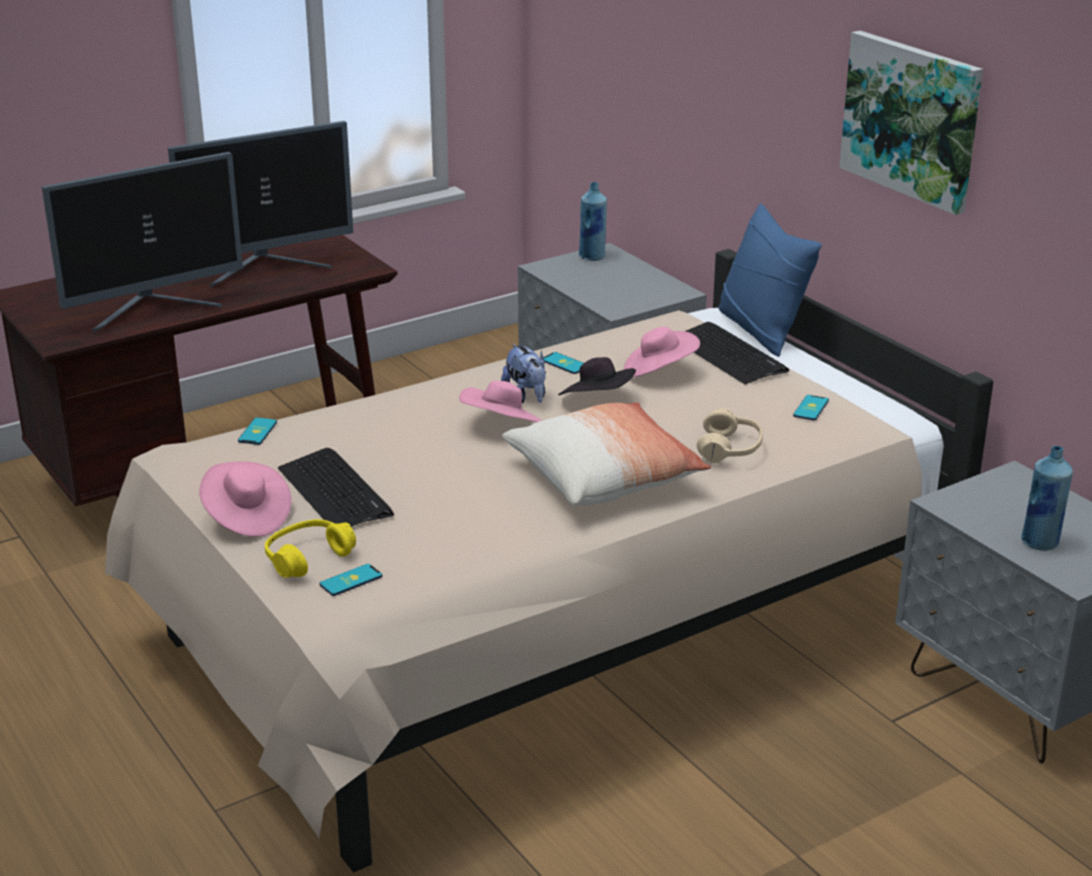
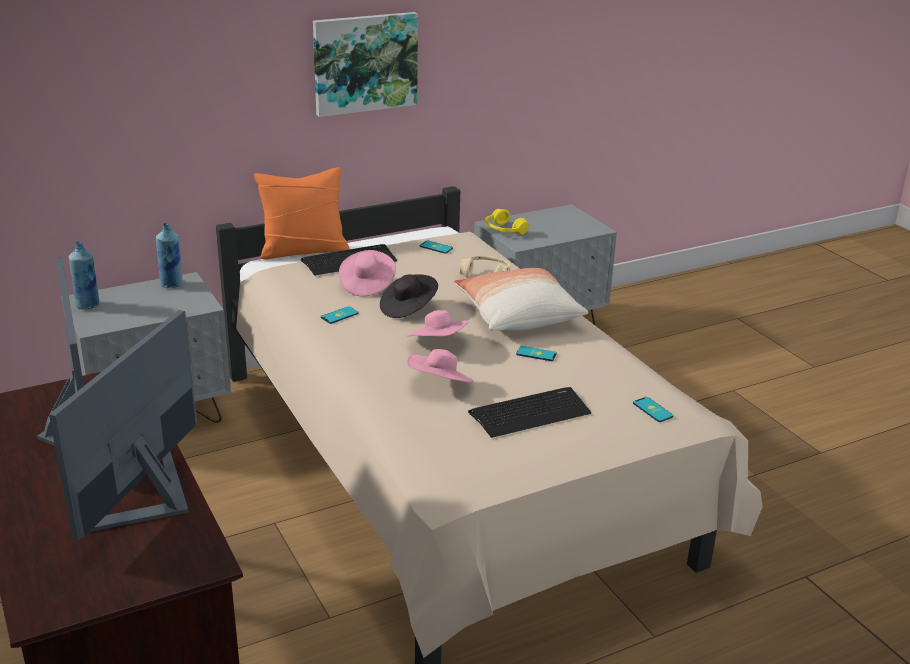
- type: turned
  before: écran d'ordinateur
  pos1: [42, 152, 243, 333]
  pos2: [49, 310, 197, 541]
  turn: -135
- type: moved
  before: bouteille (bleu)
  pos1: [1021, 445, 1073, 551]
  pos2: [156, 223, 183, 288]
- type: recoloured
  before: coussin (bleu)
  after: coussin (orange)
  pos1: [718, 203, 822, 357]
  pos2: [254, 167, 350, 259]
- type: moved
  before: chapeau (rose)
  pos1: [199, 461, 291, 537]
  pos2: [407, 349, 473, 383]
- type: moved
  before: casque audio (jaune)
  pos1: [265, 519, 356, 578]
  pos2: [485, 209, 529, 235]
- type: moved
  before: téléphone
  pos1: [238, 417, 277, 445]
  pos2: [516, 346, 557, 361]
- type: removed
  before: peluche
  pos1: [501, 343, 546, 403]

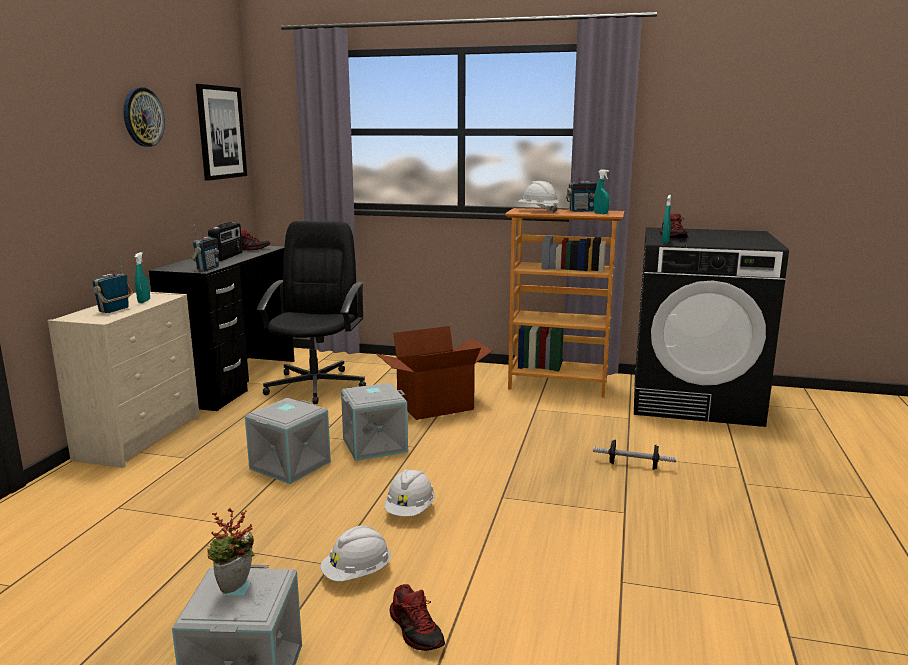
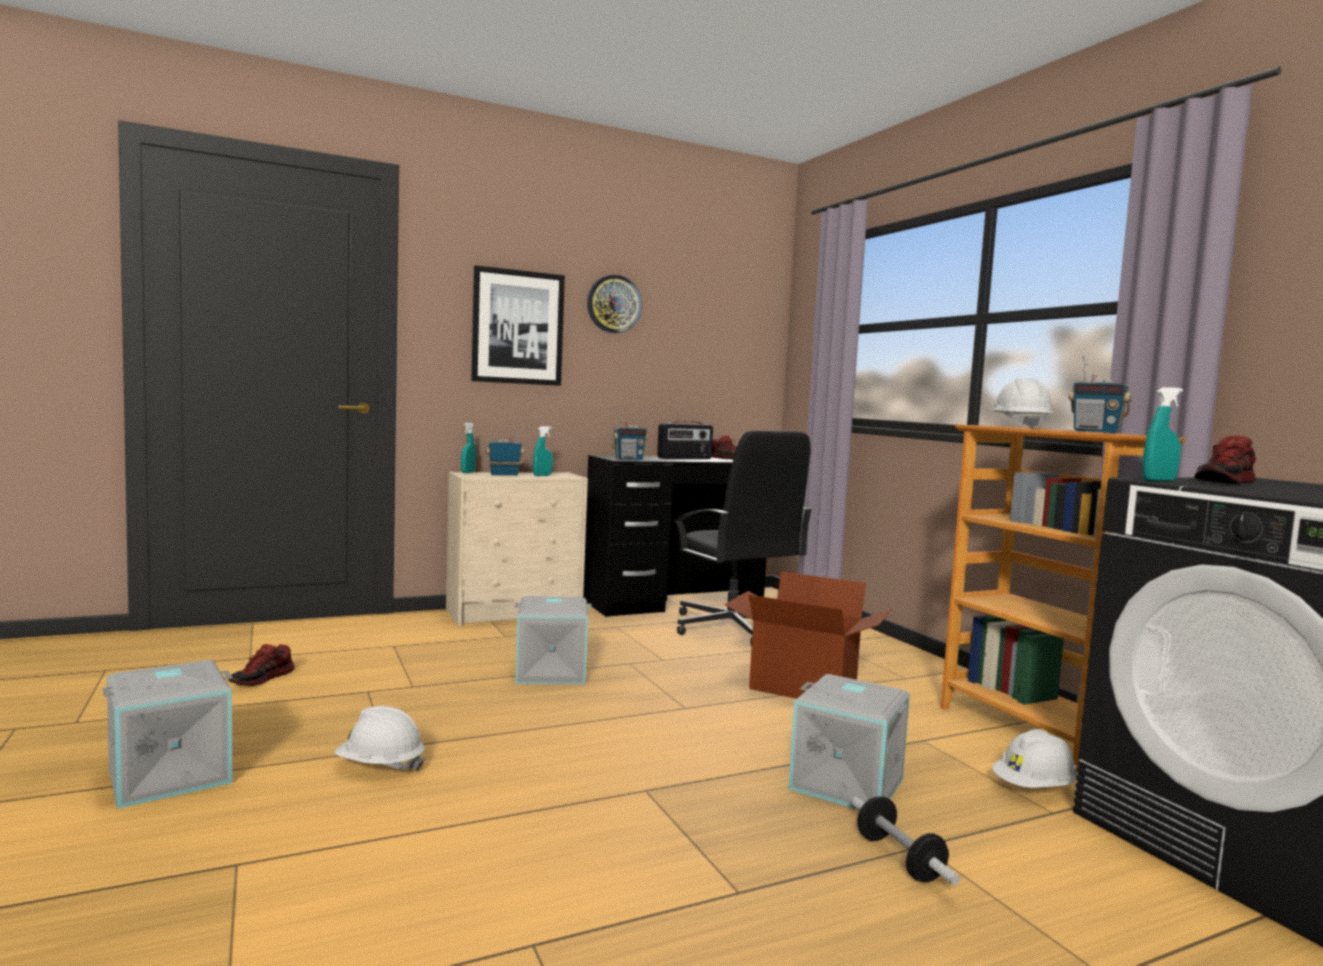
- type: moved
  before: chaussure
  pos1: [389, 584, 445, 651]
  pos2: [228, 644, 295, 686]
- type: moved
  before: vaporisateur (turquoise)
  pos1: [594, 170, 609, 214]
  pos2: [461, 423, 476, 473]
- type: moved
  before: tableau
  pos1: [196, 84, 247, 181]
  pos2: [471, 265, 565, 386]
- type: turned
  before: chaise de bureau (noir)
  pos1: [257, 221, 366, 404]
  pos2: [673, 431, 813, 646]
  turn: 90
- type: moved
  before: boîte de rangement (gris)
  pos1: [341, 383, 408, 461]
  pos2: [788, 674, 910, 809]
- type: moved
  before: casque de chantier (blanc)
  pos1: [384, 469, 435, 517]
  pos2: [992, 729, 1078, 788]
- type: removed
  before: plante en pot
  pos1: [207, 508, 255, 594]

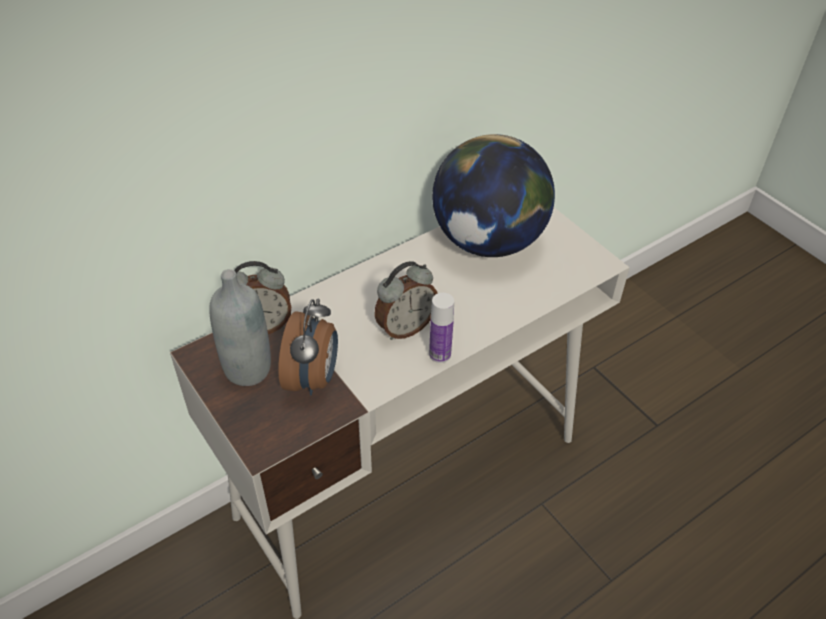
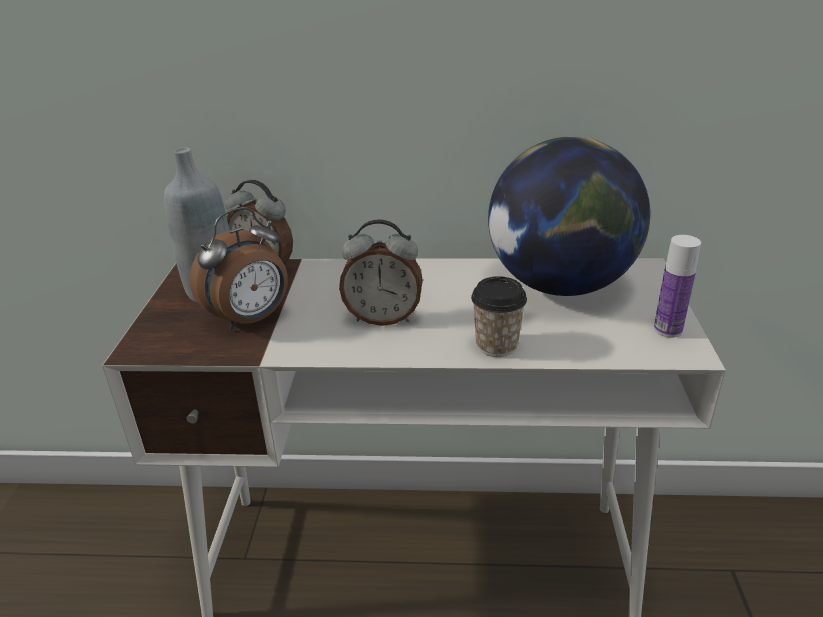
- type: added
  after: tasse
  pos2: [471, 276, 527, 357]
- type: moved
  before: bouteille
  pos1: [429, 292, 454, 363]
  pos2: [654, 235, 701, 338]

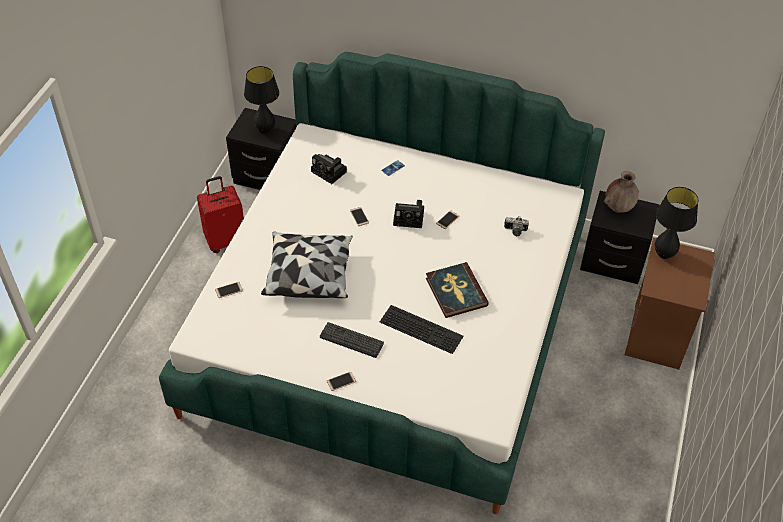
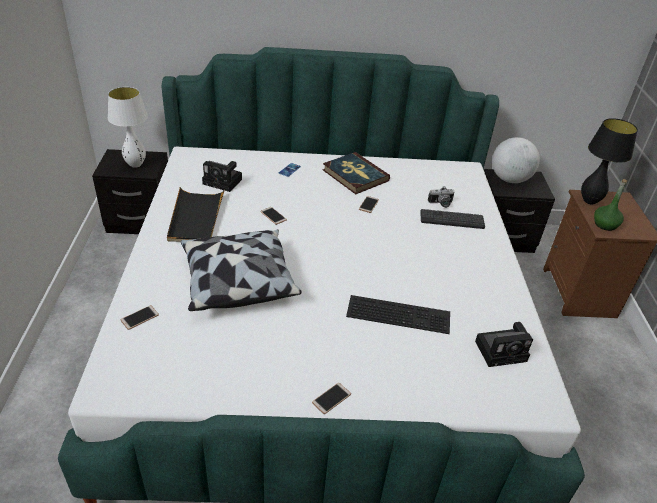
- type: recoloured
  before: lampe de table (noir)
  after: lampe de table (blanc)
  pos1: [244, 66, 279, 134]
  pos2: [108, 87, 148, 168]
- type: added
  after: plateau (noir)
  pos2: [167, 187, 225, 242]
- type: moved
  before: livre
  pos1: [426, 262, 489, 318]
  pos2: [323, 152, 390, 194]
- type: moved
  before: clavier
  pos1: [320, 322, 384, 358]
  pos2: [420, 209, 485, 229]
- type: moved
  before: appareil photo
  pos1: [393, 200, 424, 228]
  pos2: [475, 322, 533, 367]
- type: replaced
  before: vase (marron)
  after: globe
  pos1: [604, 171, 639, 213]
  pos2: [492, 137, 540, 183]
- type: added
  after: bouteille (vert)
  pos2: [594, 179, 627, 231]
- type: removed
  before: valise (rouge)
  pos1: [197, 176, 244, 253]

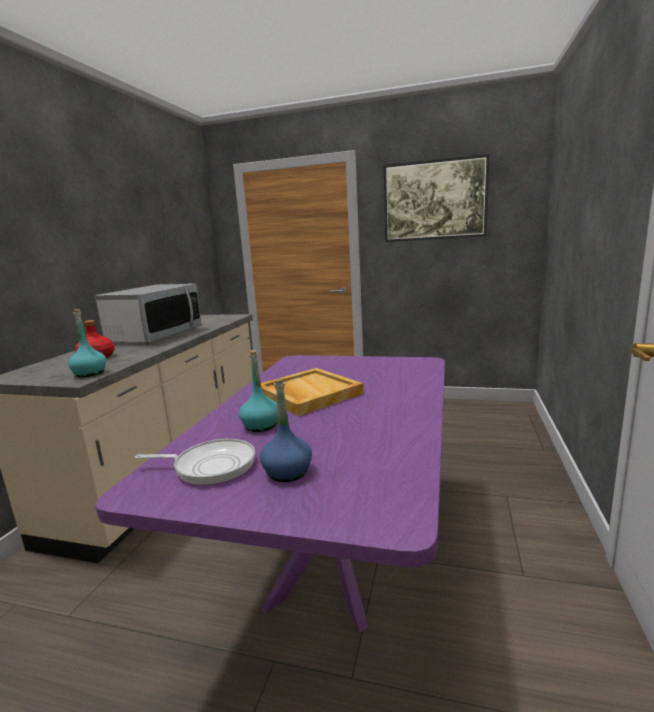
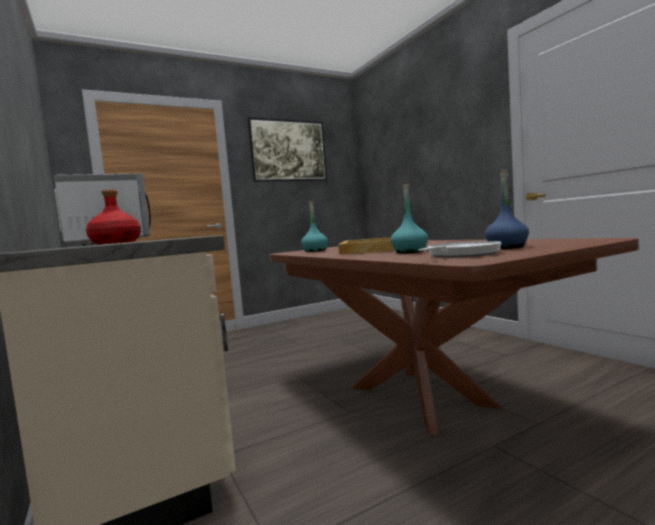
- type: recoloured
  before: table à manger (violet)
  after: table à manger (marron)
  pos1: [95, 355, 445, 633]
  pos2: [269, 238, 639, 436]
- type: moved
  before: bouteille (turquoise)
  pos1: [68, 309, 106, 377]
  pos2: [301, 200, 328, 252]

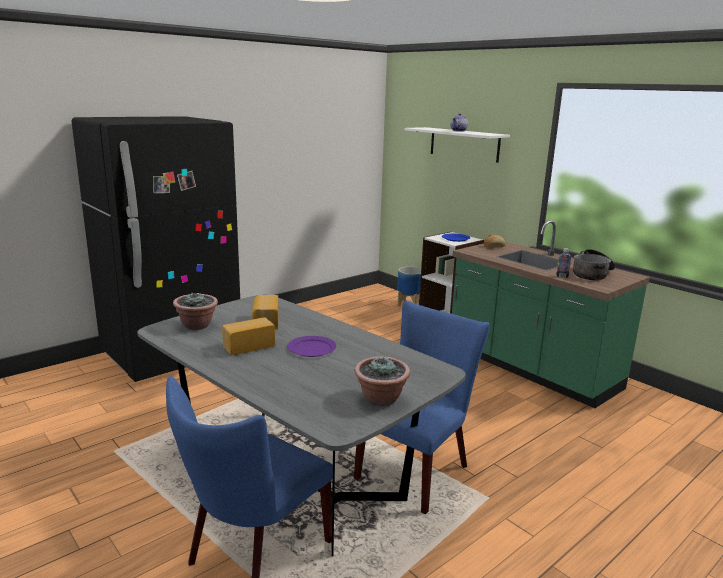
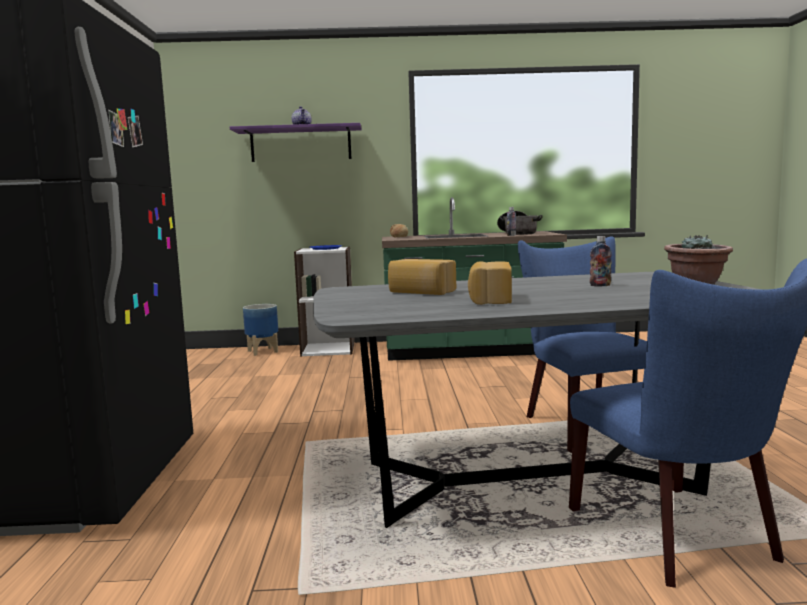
- type: recoloured
  before: étagère (blanc)
  after: étagère (violet)
  pos1: [405, 127, 510, 163]
  pos2: [230, 123, 362, 162]
- type: added
  after: bouteille
  pos2: [590, 236, 612, 286]
- type: removed
  before: plante en pot
  pos1: [173, 293, 218, 330]
- type: removed
  before: assiette (violet)
  pos1: [287, 336, 336, 357]

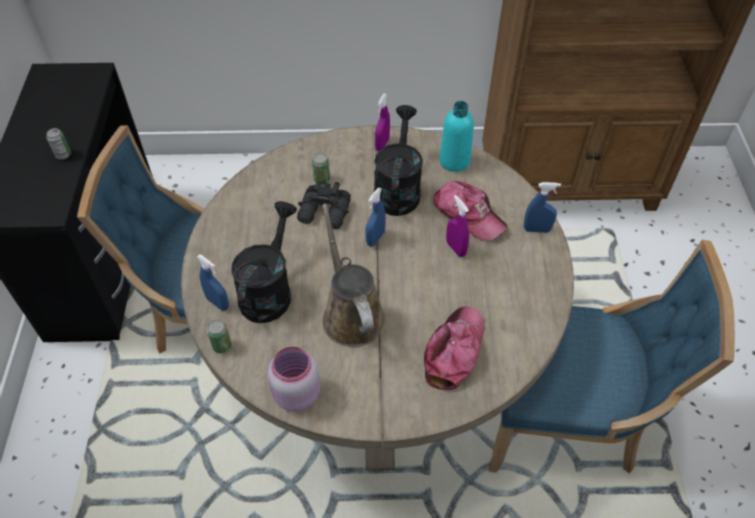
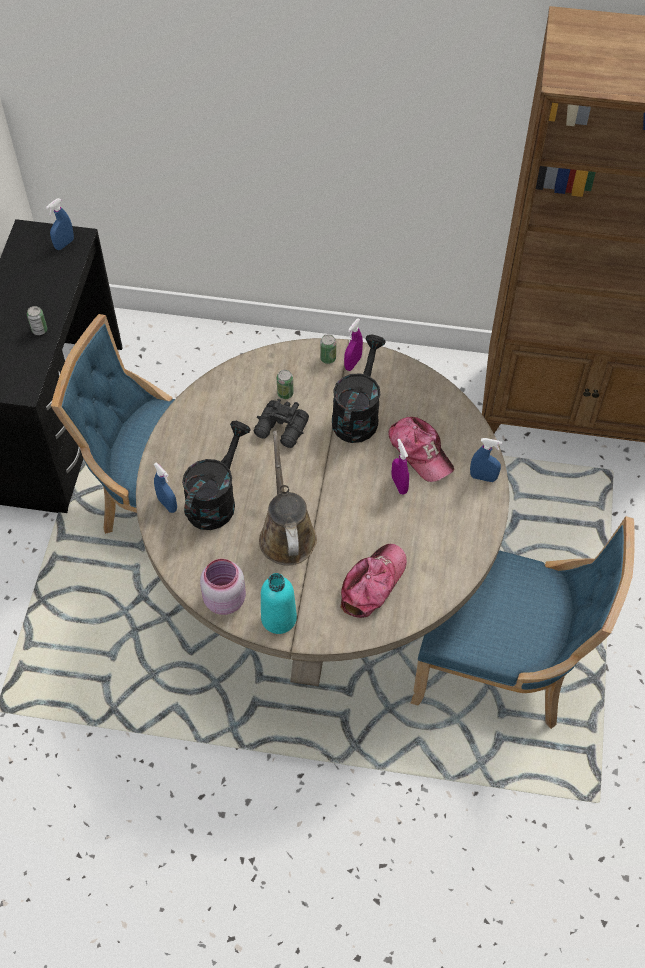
- type: moved
  before: vaporisateur (bleu)
  pos1: [365, 188, 386, 247]
  pos2: [46, 198, 74, 250]
- type: moved
  before: bouteille (turquoise)
  pos1: [439, 101, 474, 172]
  pos2: [261, 573, 297, 634]
- type: moved
  before: boîte métallique
  pos1: [207, 320, 232, 354]
  pos2: [320, 334, 336, 364]

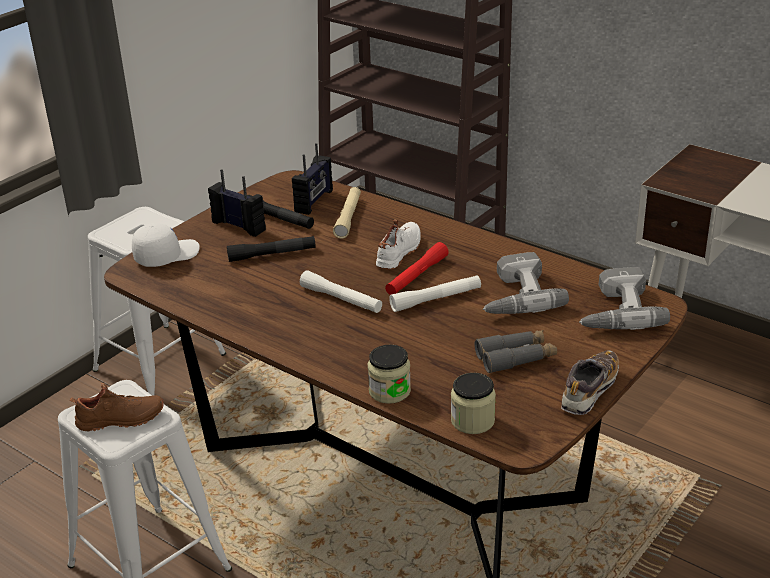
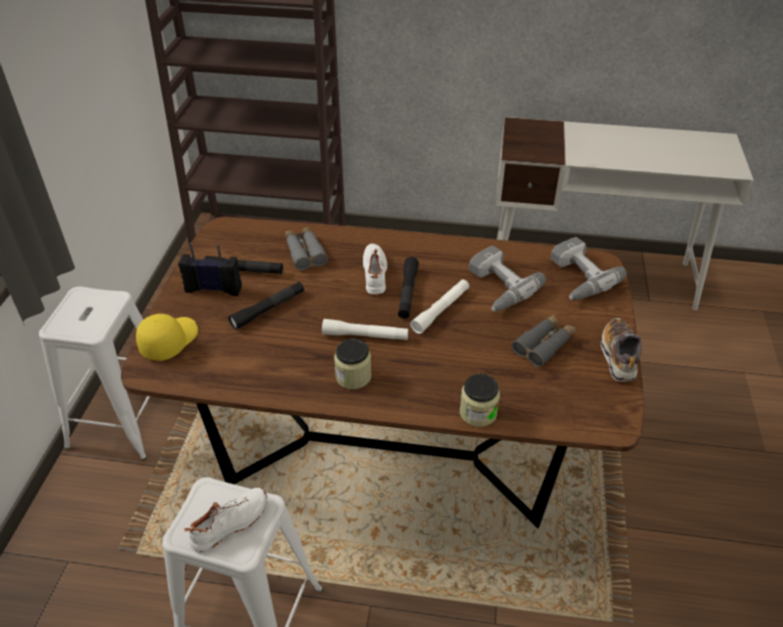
- type: recoloured
  before: casquette (blanc)
  after: casquette (jaune)
  pos1: [132, 223, 200, 267]
  pos2: [136, 314, 198, 361]
- type: recoloured
  before: chaussure (marron)
  after: chaussure (blanc)
  pos1: [70, 383, 164, 431]
  pos2: [185, 488, 267, 552]
- type: replaced
  before: lampe de poche (beige)
  after: jumelles (gris)
  pos1: [333, 187, 361, 239]
  pos2: [285, 226, 328, 270]
- type: moved
  before: bocal
  pos1: [451, 373, 496, 434]
  pos2: [334, 339, 371, 389]
- type: recoloured
  before: lampe de poche (rouge)
  after: lampe de poche (noir)
  pos1: [385, 242, 449, 295]
  pos2: [398, 257, 419, 319]
- type: removed
  before: radio
  pos1: [292, 143, 333, 215]

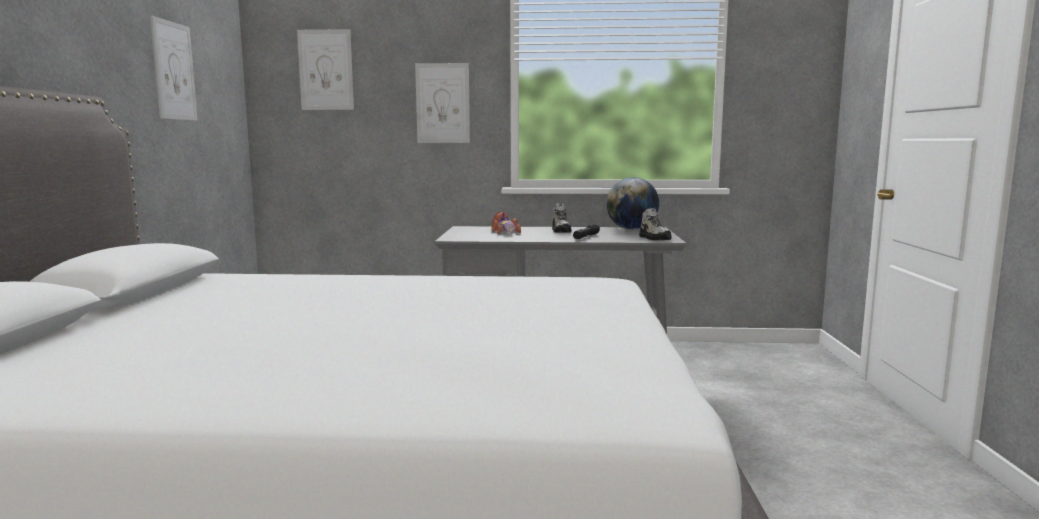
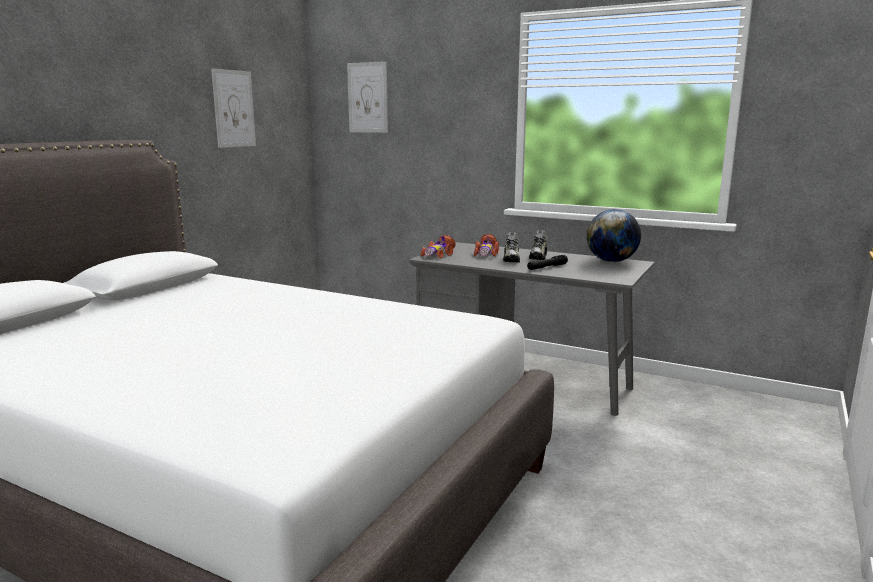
- type: added
  after: petite voiture
  pos2: [421, 235, 456, 258]
- type: moved
  before: chaussure
  pos1: [639, 208, 671, 240]
  pos2: [503, 232, 520, 263]
- type: removed
  before: tableau
  pos1: [415, 63, 470, 143]

